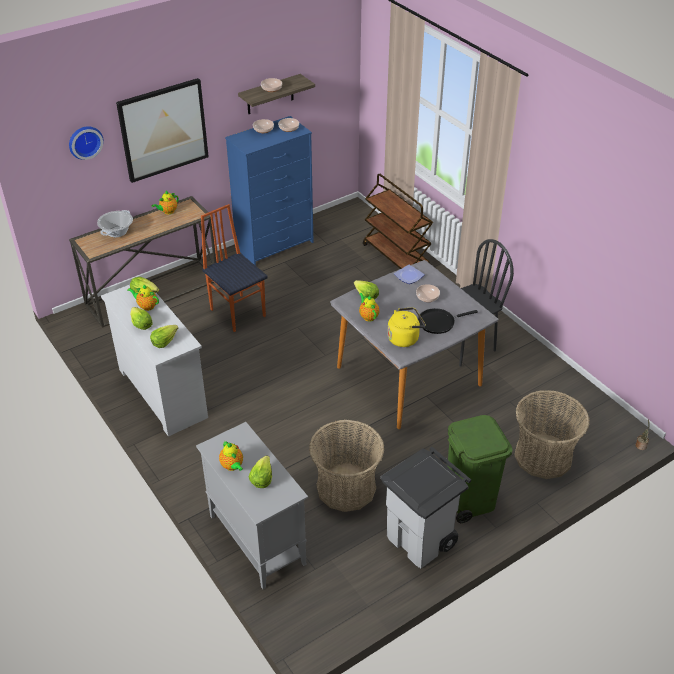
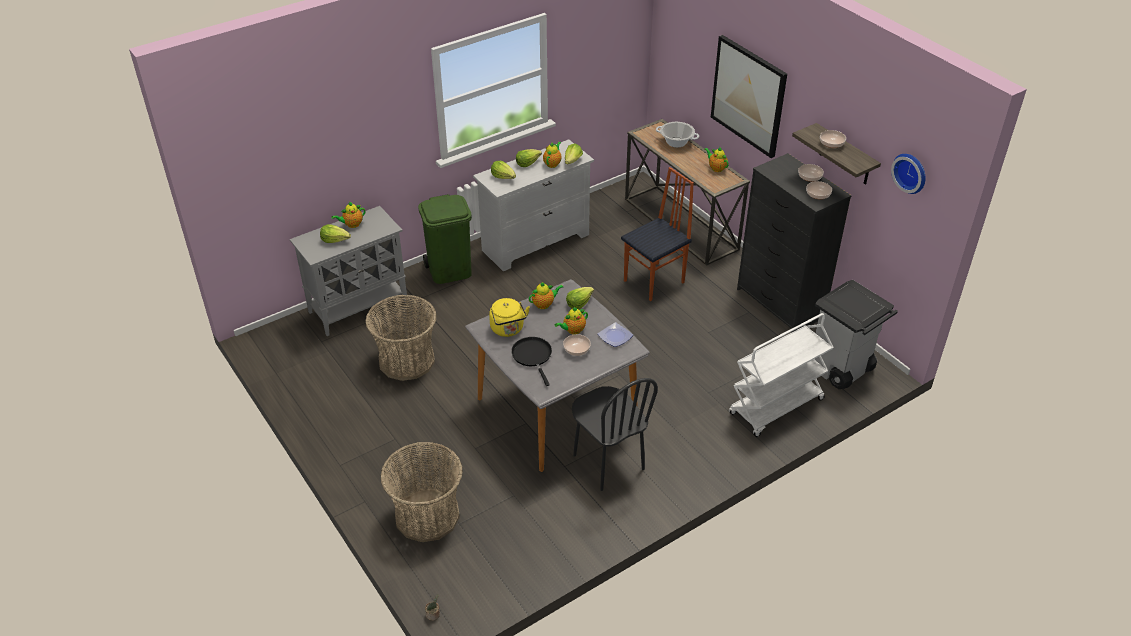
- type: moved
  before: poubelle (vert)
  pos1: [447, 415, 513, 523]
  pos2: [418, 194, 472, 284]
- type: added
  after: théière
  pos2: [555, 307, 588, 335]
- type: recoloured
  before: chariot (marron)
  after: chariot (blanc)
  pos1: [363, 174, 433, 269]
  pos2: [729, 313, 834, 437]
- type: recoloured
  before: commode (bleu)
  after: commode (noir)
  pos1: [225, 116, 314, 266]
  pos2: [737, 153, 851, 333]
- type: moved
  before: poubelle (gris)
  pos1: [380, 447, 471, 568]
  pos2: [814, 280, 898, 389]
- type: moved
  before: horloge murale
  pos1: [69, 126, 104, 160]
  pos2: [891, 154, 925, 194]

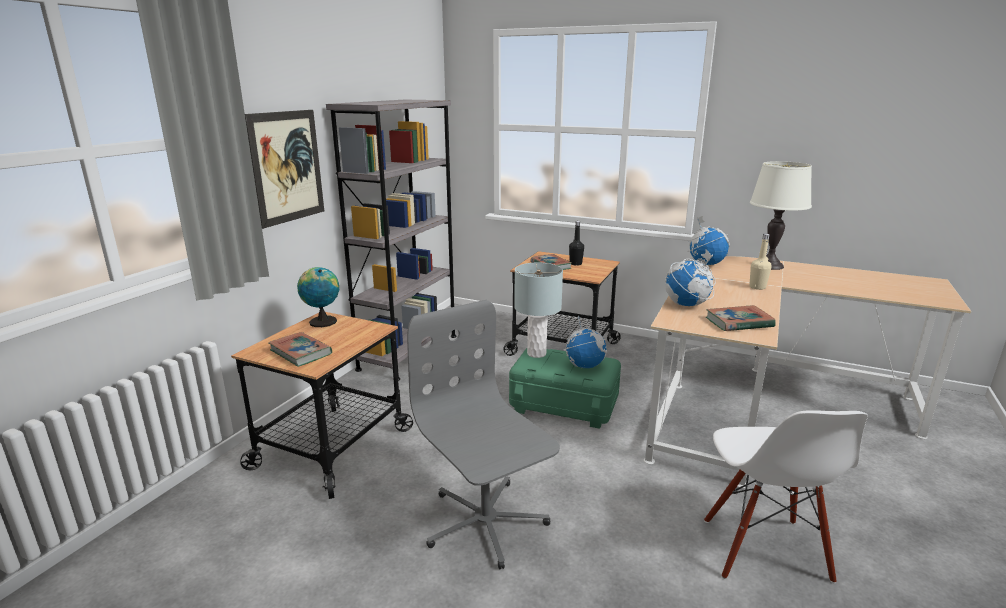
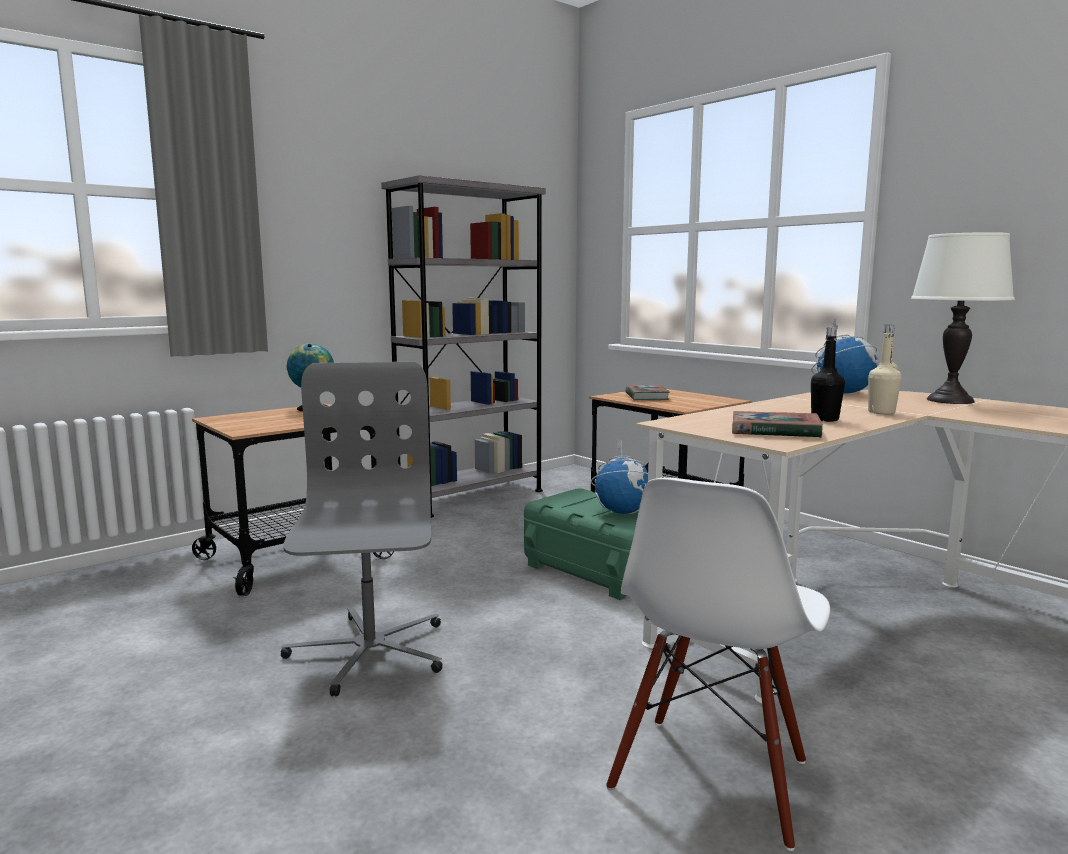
- type: moved
  before: bouteille (noir)
  pos1: [569, 221, 584, 266]
  pos2: [811, 327, 845, 422]
- type: removed
  before: tableau
  pos1: [245, 110, 324, 229]
- type: removed
  before: livre
  pos1: [268, 332, 332, 367]
- type: removed
  before: lampe de table (gris)
  pos1: [514, 263, 563, 358]
- type: removed
  before: globe
  pos1: [665, 249, 716, 306]

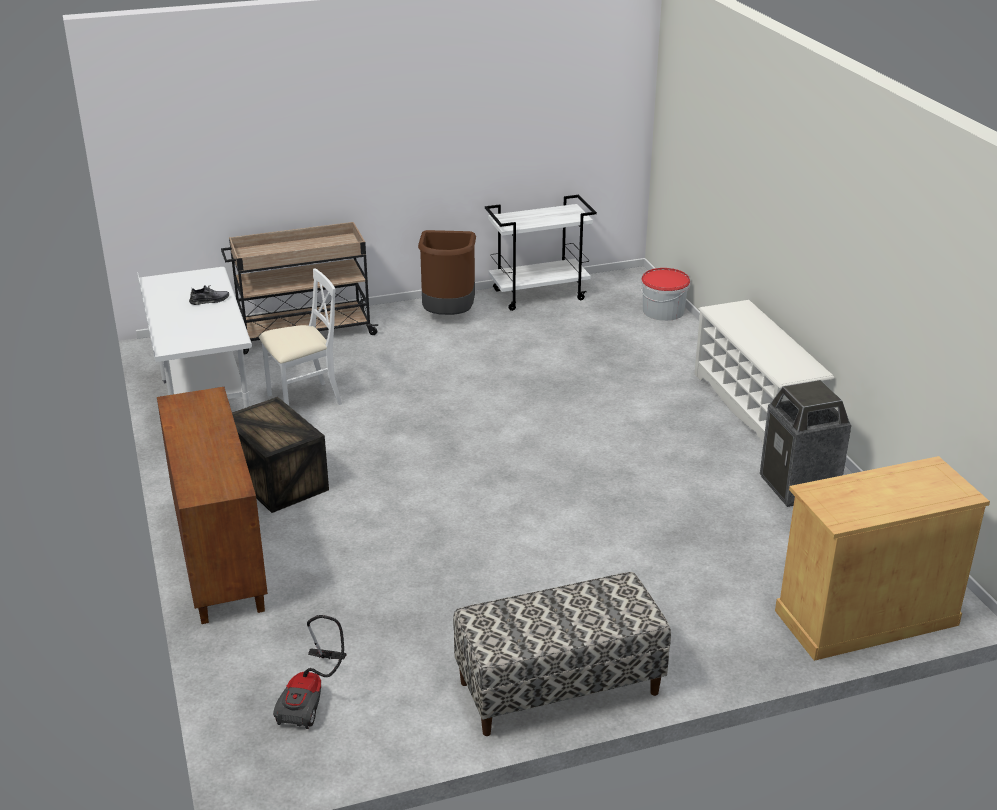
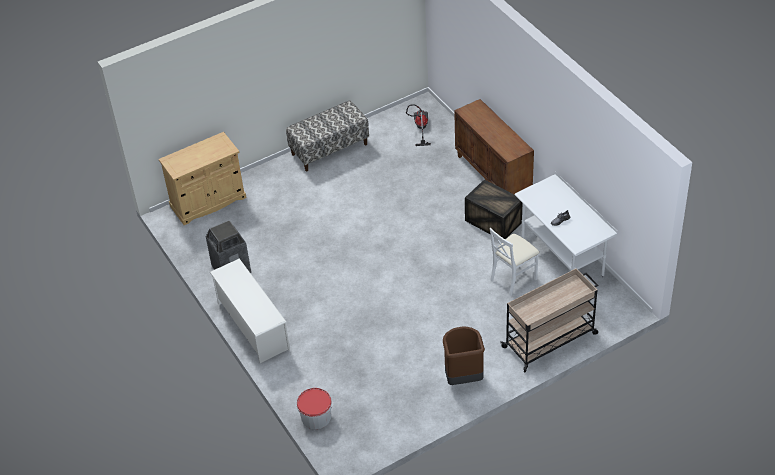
- type: removed
  before: chariot (blanc)
  pos1: [485, 195, 597, 311]

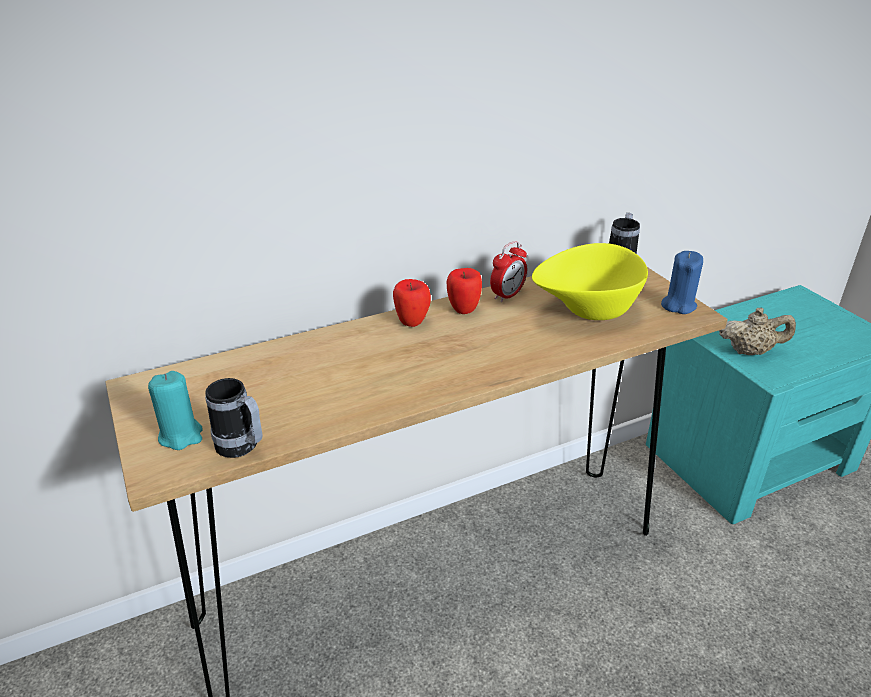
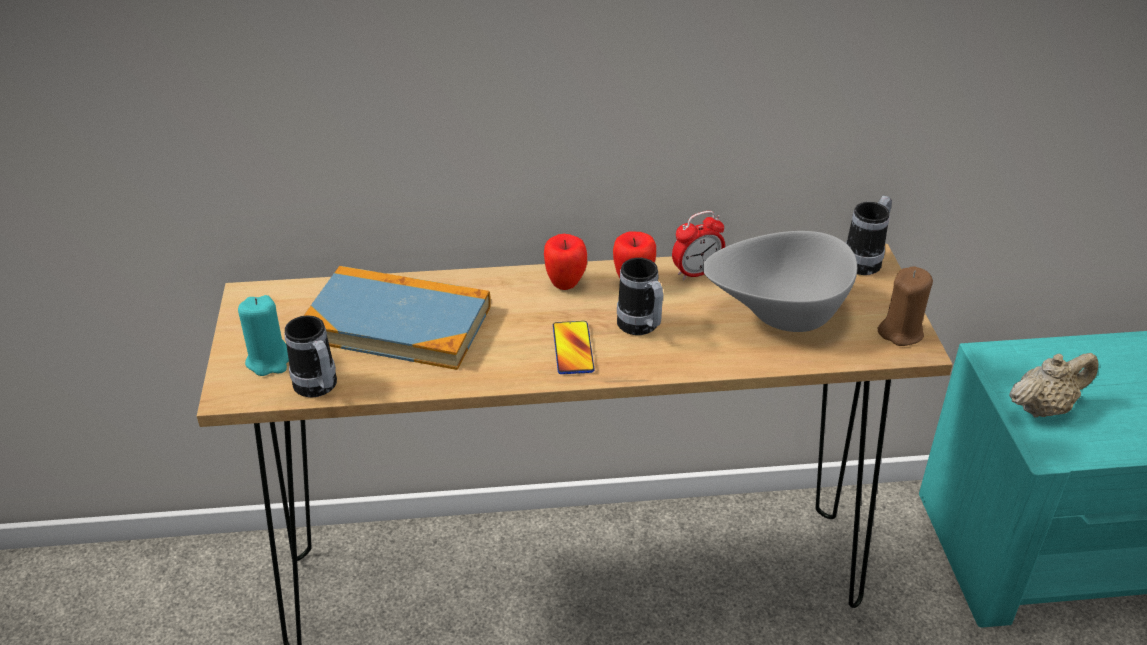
- type: added
  after: livre
  pos2: [304, 266, 491, 370]
- type: added
  after: téléphone
  pos2: [553, 321, 595, 374]
- type: added
  after: mug
  pos2: [617, 258, 663, 335]
- type: recoloured
  before: bol (jaune)
  after: bol (gris)
  pos1: [532, 243, 648, 320]
  pos2: [702, 231, 857, 332]
- type: recoloured
  before: bougie (bleu)
  after: bougie (marron)
  pos1: [661, 251, 703, 314]
  pos2: [878, 266, 933, 346]
- type: turned
  before: théière (beige)
  pos1: [719, 308, 796, 355]
  pos2: [1009, 353, 1099, 418]
  turn: -45

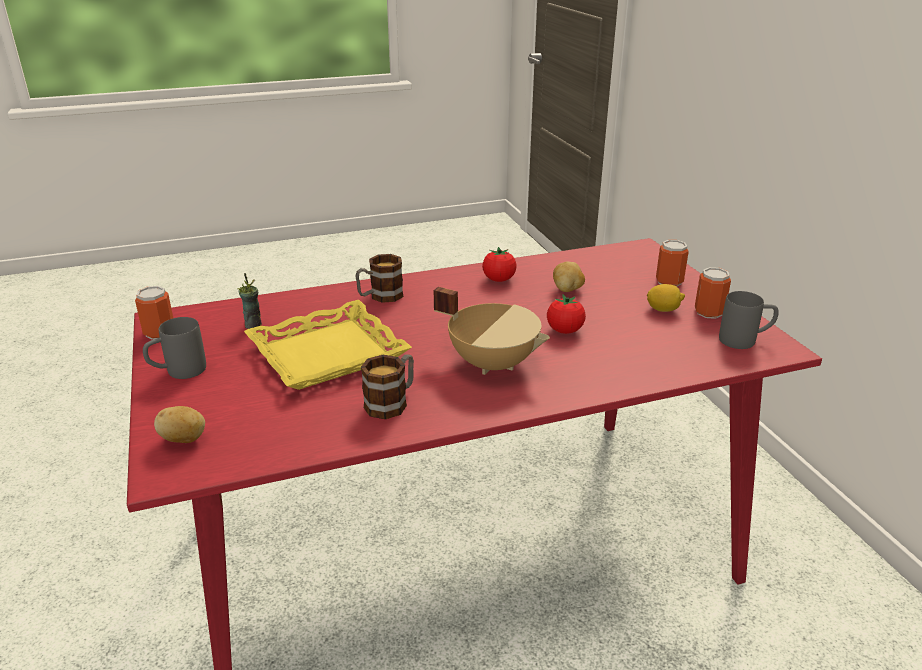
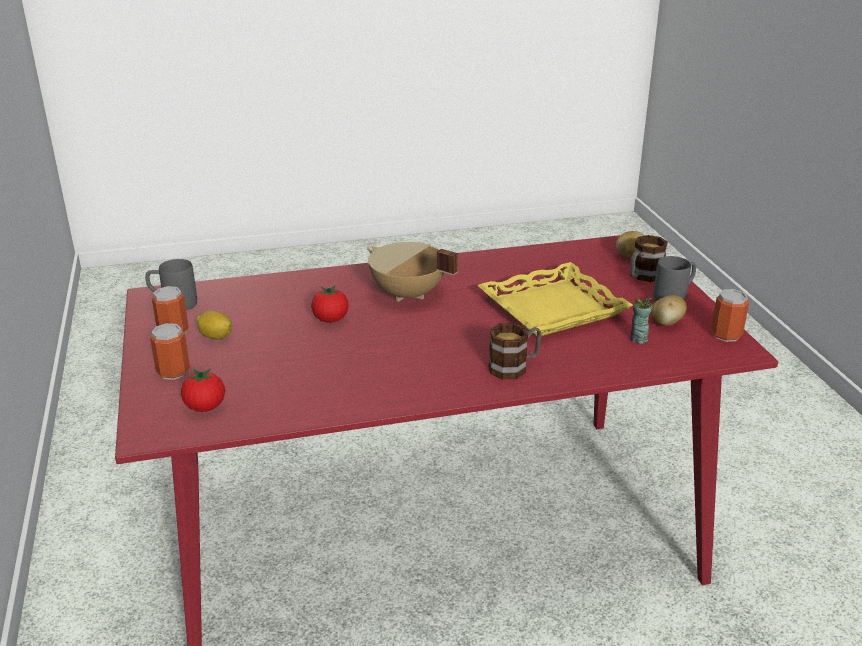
- type: moved
  before: tomate
  pos1: [482, 247, 517, 282]
  pos2: [181, 369, 225, 412]
- type: moved
  before: mug
  pos1: [361, 355, 414, 419]
  pos2: [630, 235, 668, 282]
- type: moved
  before: pomme de terre
  pos1: [553, 261, 585, 292]
  pos2: [651, 295, 687, 326]

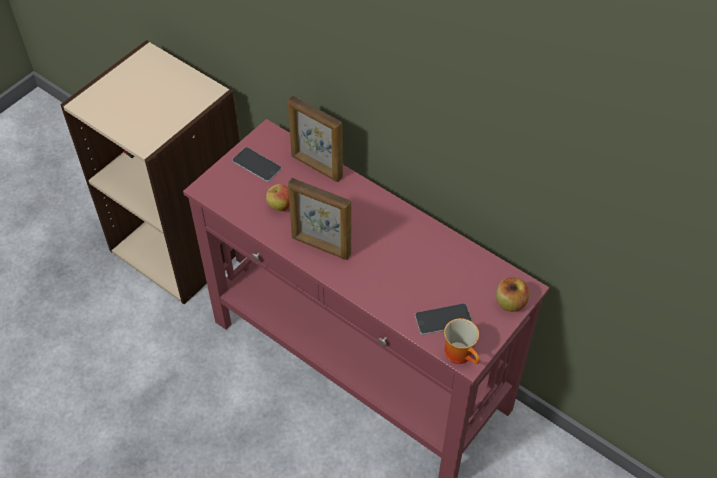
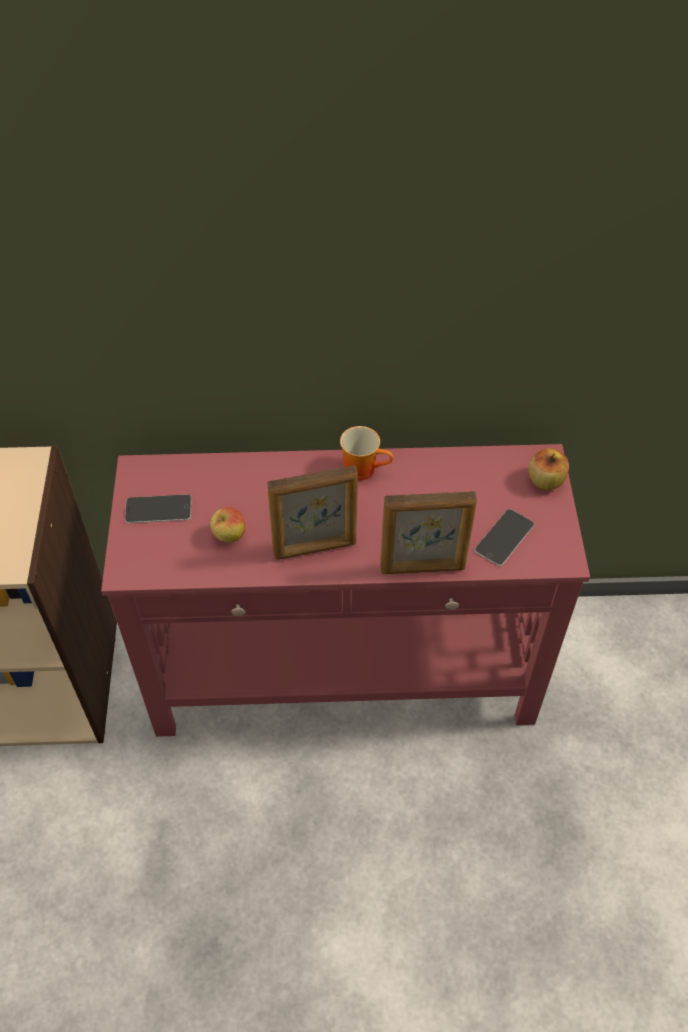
- type: moved
  before: mug
  pos1: [444, 318, 480, 364]
  pos2: [340, 426, 393, 480]
- type: moved
  before: cadre photo
  pos1: [288, 95, 343, 182]
  pos2: [380, 491, 477, 574]

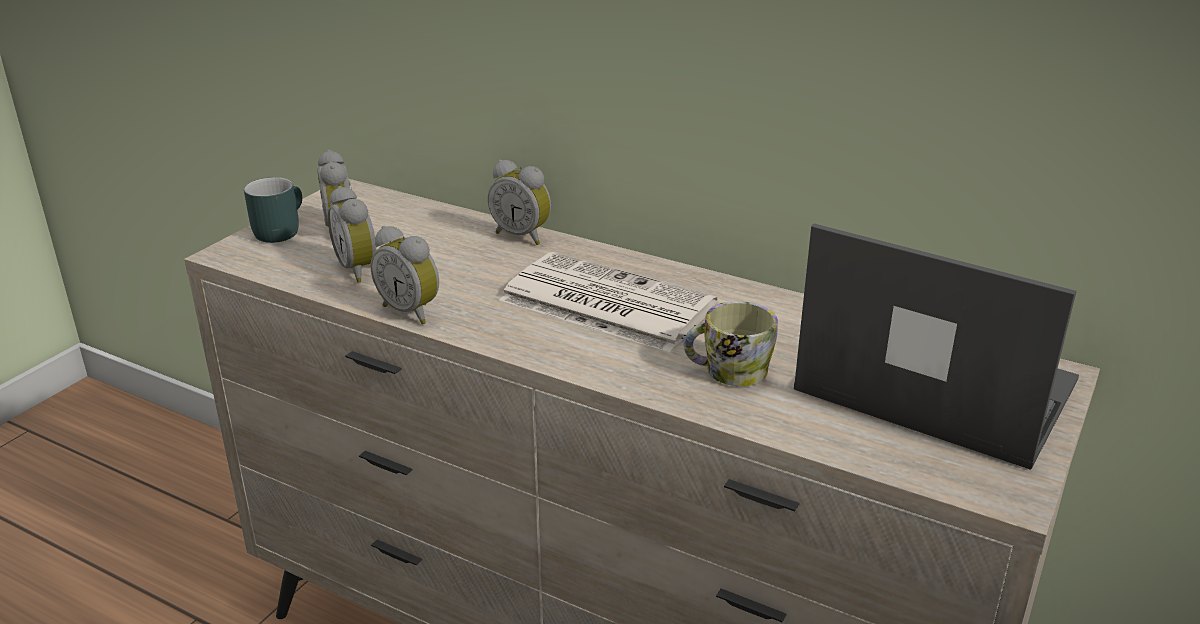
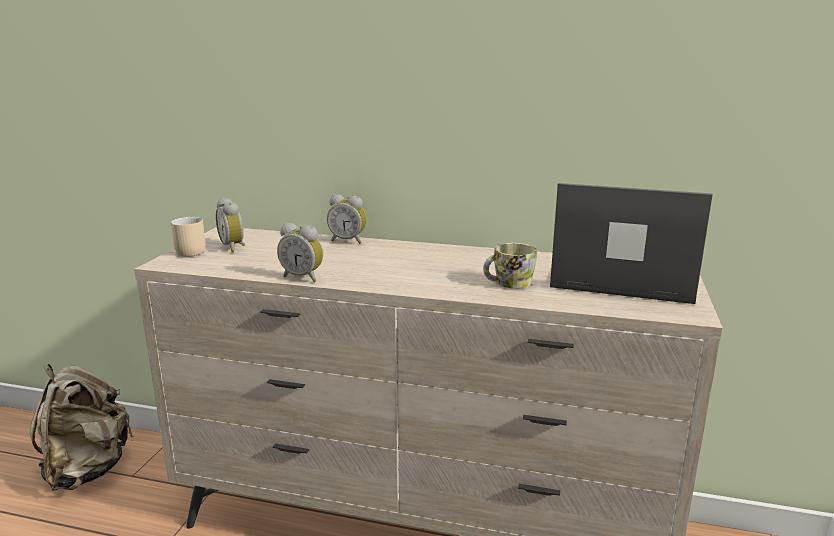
- type: added
  after: sac à dos (beige)
  pos2: [30, 364, 134, 491]
- type: recoloured
  before: mug (turquoise)
  after: mug (beige)
  pos1: [244, 177, 302, 243]
  pos2: [171, 217, 205, 257]
- type: removed
  before: réveil
  pos1: [328, 186, 376, 283]
- type: removed
  before: journal
  pos1: [499, 252, 717, 352]

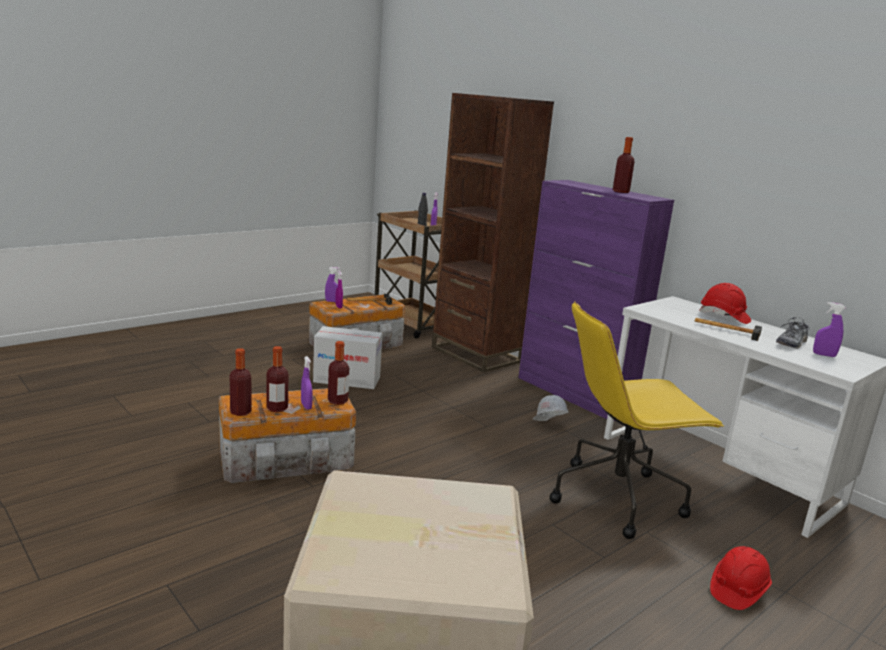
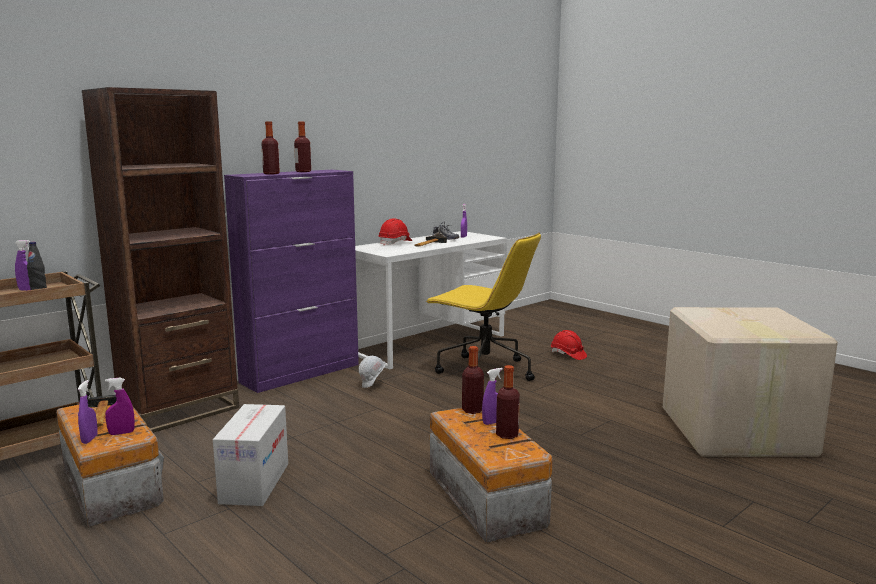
- type: moved
  before: bouteille
  pos1: [230, 348, 252, 416]
  pos2: [262, 121, 280, 174]
- type: turned
  before: chaise de bureau (jaune)
  pos1: [550, 301, 724, 539]
  pos2: [425, 232, 541, 381]
  turn: -45

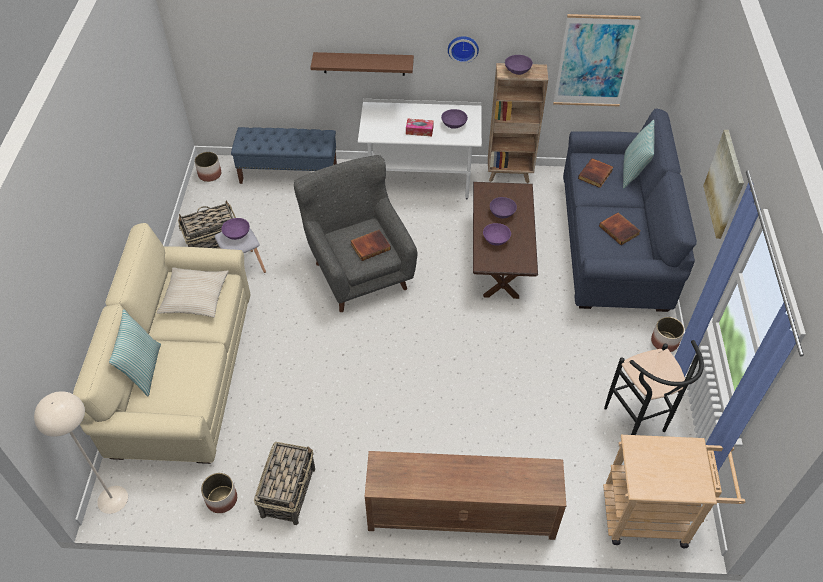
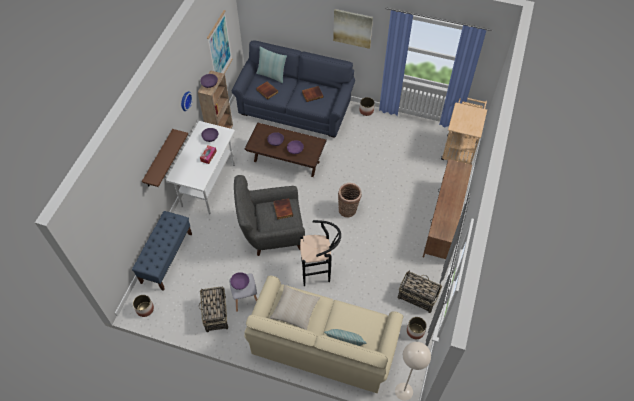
- type: moved
  before: tabouret (noir)
  pos1: [604, 340, 704, 435]
  pos2: [300, 220, 341, 286]
- type: added
  after: panier
  pos2: [338, 183, 362, 217]

